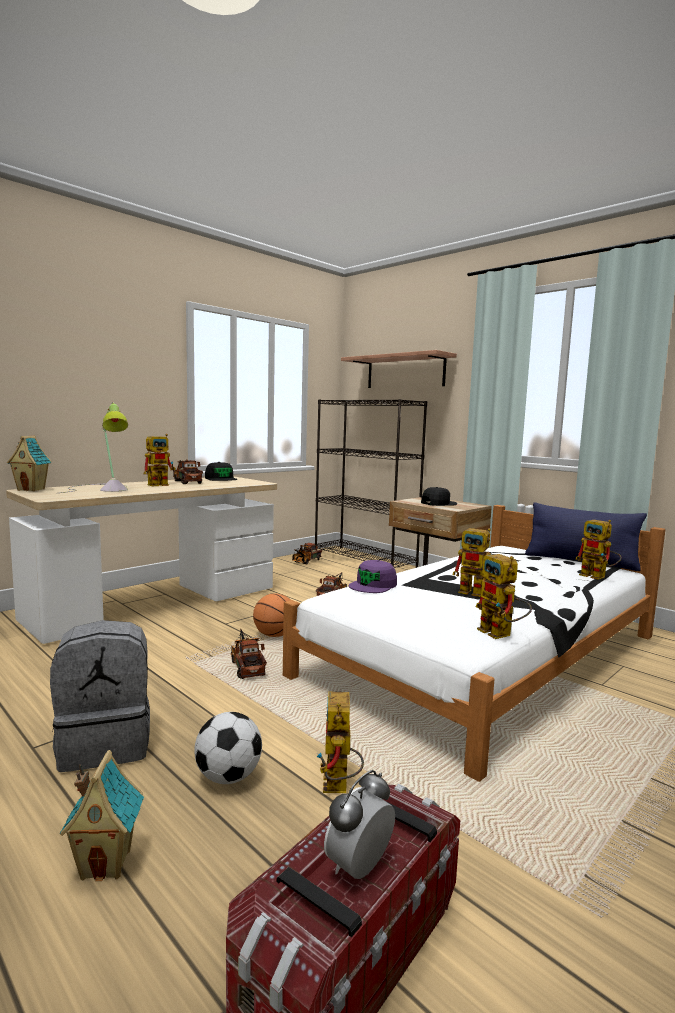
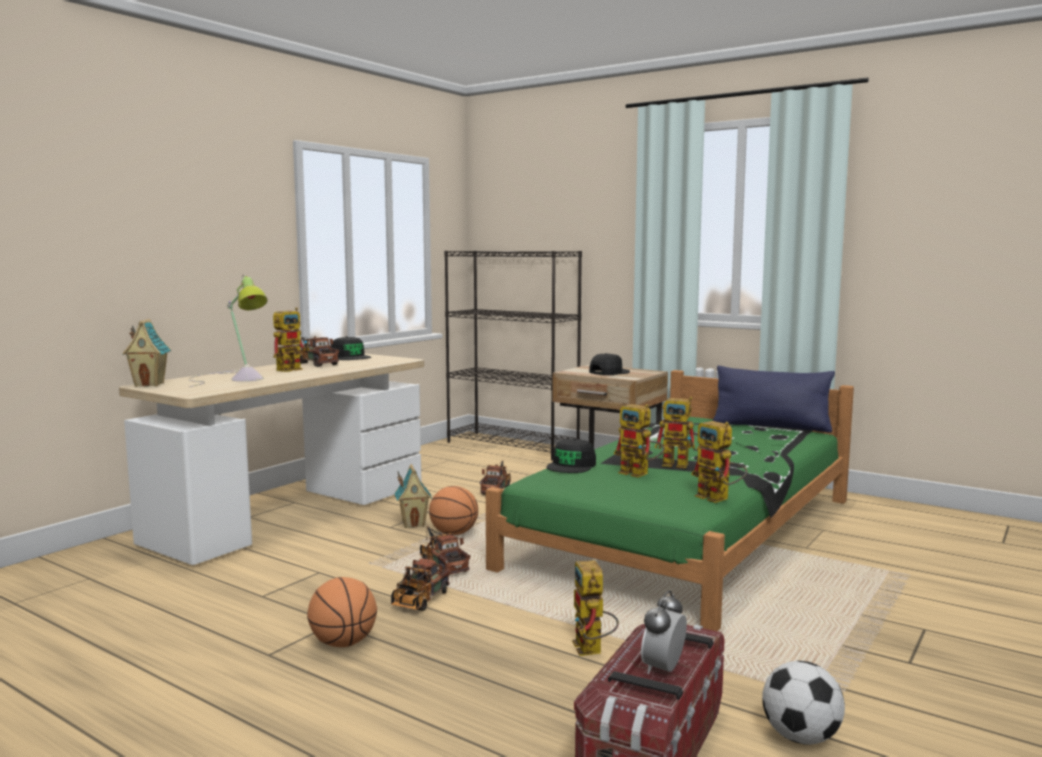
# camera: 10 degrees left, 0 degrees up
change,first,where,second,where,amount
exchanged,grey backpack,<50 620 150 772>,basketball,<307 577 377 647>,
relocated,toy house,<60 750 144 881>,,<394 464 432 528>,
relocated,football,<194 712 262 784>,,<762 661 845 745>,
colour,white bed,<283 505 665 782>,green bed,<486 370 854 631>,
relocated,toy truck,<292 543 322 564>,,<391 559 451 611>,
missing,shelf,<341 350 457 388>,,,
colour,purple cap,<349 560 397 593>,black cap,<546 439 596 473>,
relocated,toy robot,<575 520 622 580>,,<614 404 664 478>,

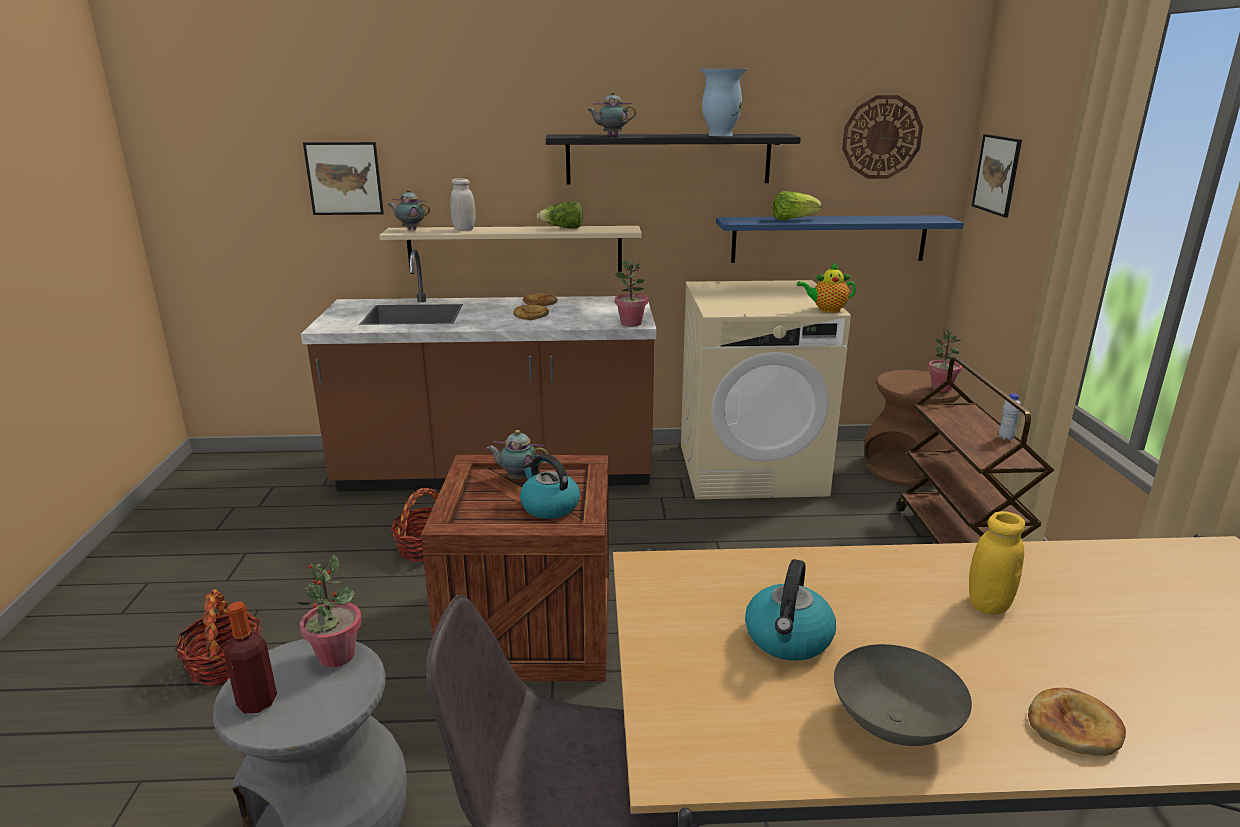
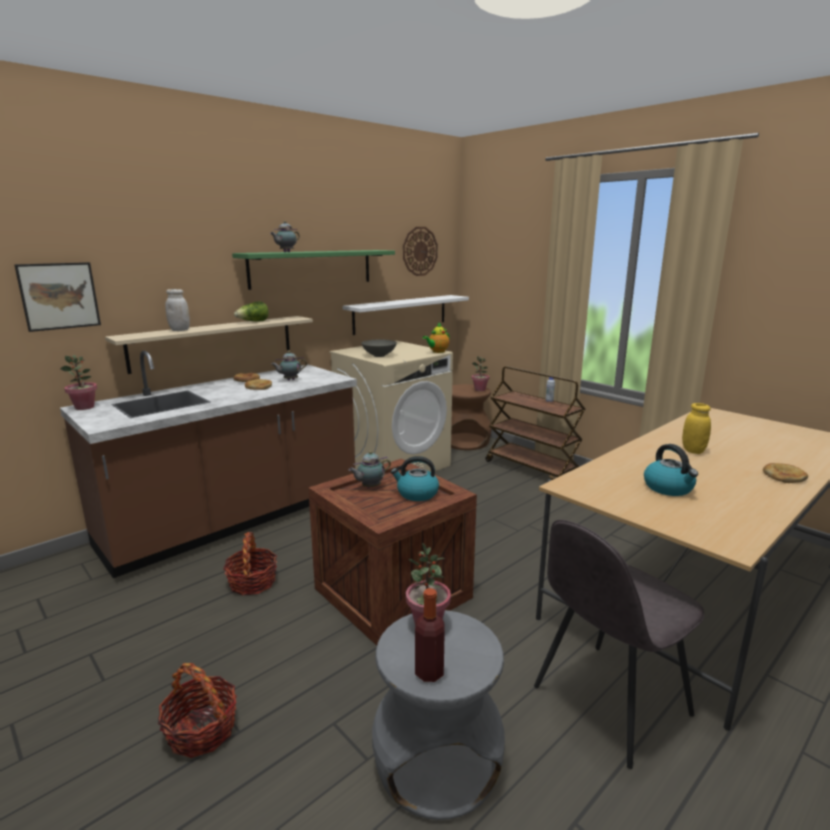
# camera: 40 degrees left, 5 degrees down
change,first,where,second,where,amount
relocated,teapot,<388 189 430 230>,,<271 351 307 380>,
colour,black shelf,<546 134 801 184>,green shelf,<232 250 395 290>,
relocated,potted plant,<614 260 648 327>,,<60 355 97 410>,
missing,vase,<700 68 748 136>,,,
colour,blue shelf,<716 215 964 263>,white shelf,<343 295 469 335>,
missing,lettuce,<773 191 822 220>,,,
relocated,grey bowl,<834 644 972 746>,,<361 340 397 357>,
missing,picture,<972 134 1022 217>,,,

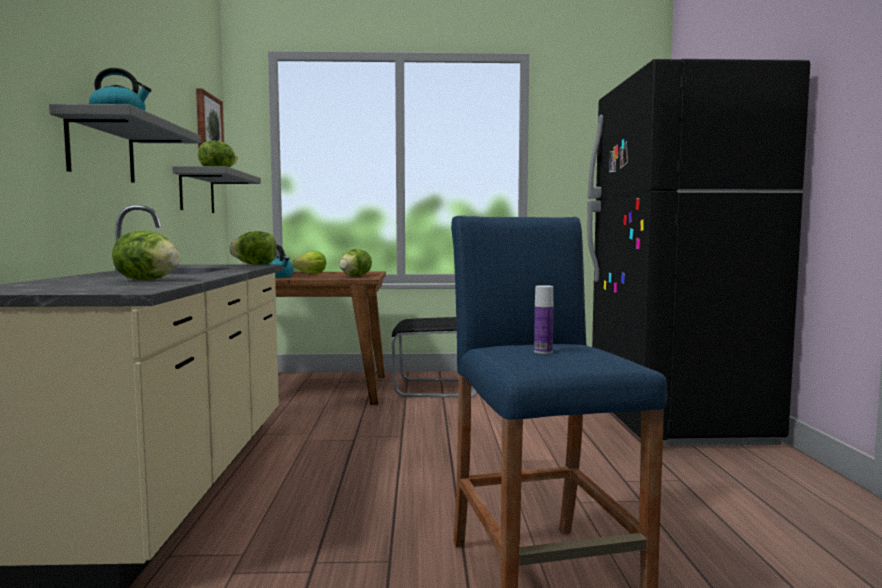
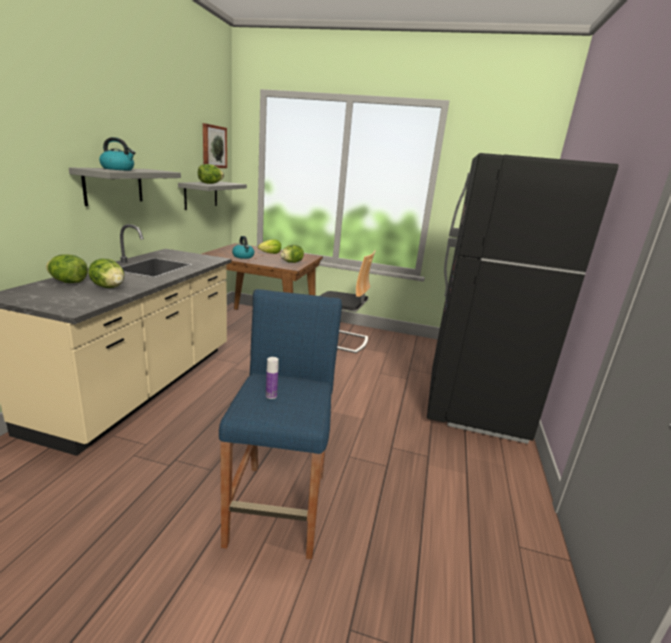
# camera: 15 degrees right, 15 degrees up
change,first,where,second,where,amount
relocated,lettuce,<229 231 277 265>,,<46 255 88 283>,

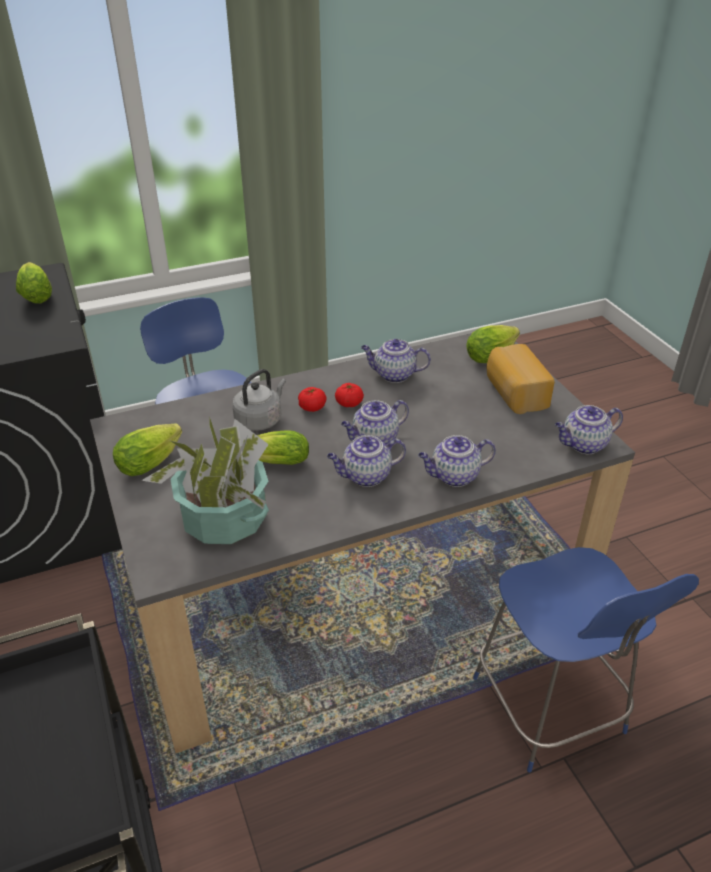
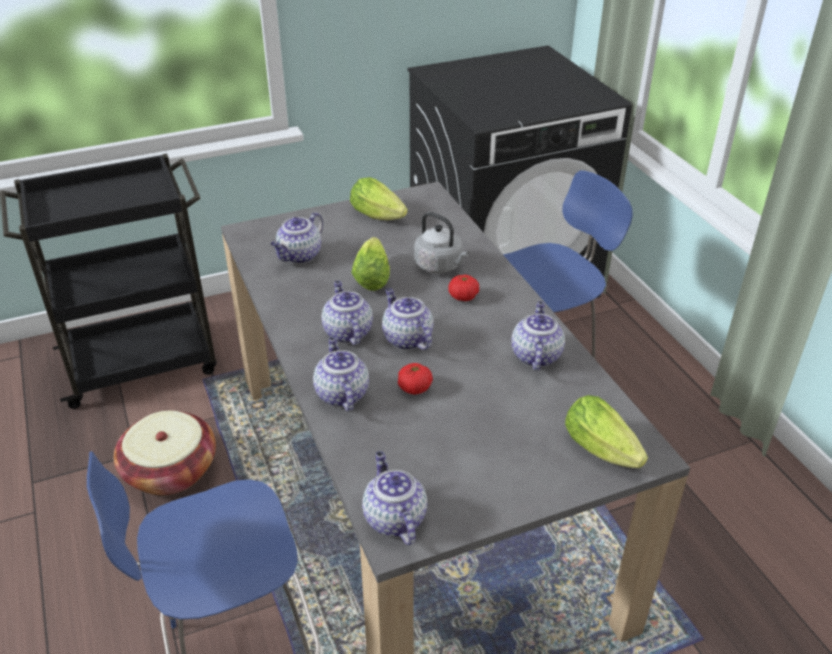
# camera: 90 degrees right, 0 degrees up
change,first,where,second,where,amount
missing,lettuce,<16 262 52 304>,,,
exchanged,potted plant,<141 416 269 544>,teapot,<271 212 323 264>,
relocated,tomato,<335 383 364 407>,,<398 363 433 395>,
missing,bread,<487 344 555 414>,,,
appeared,,,basket,<114 411 216 495>,

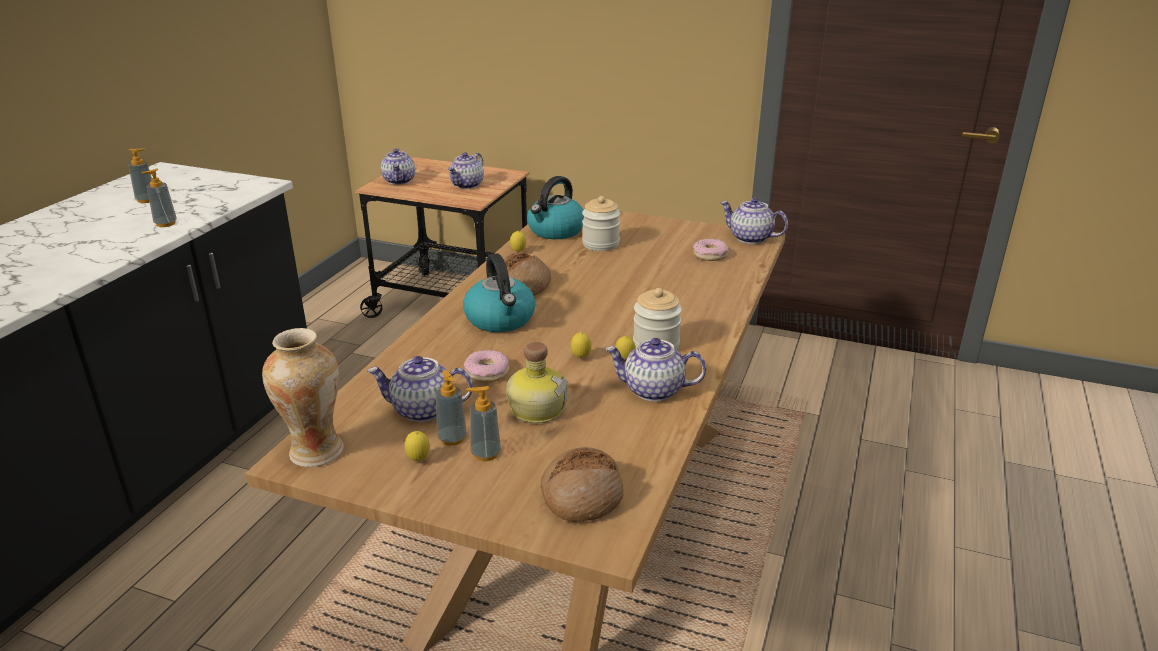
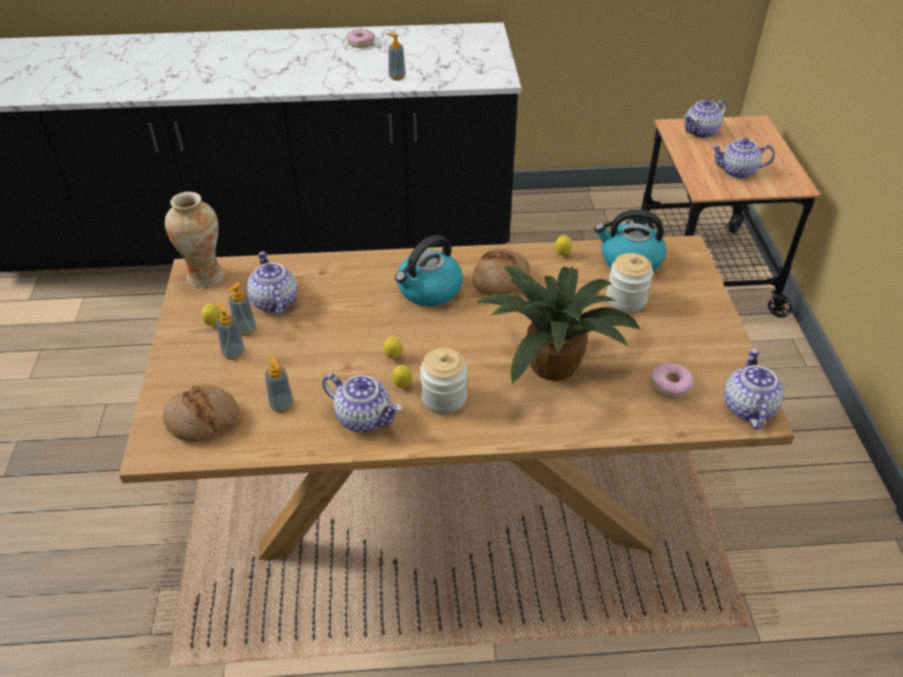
# camera: 65 degrees right, 15 degrees up
change,first,where,second,where,amount
relocated,soap dispenser,<128 148 152 203>,,<265 357 294 413>,
relocated,donut,<464 350 509 382>,,<347 29 375 48>,
missing,bottle,<506 342 567 423>,,,
spun,teapot,<605 338 706 402>,,<322 374 402 432>,135 degrees clockwise
appeared,,,potted plant,<476 266 640 384>,

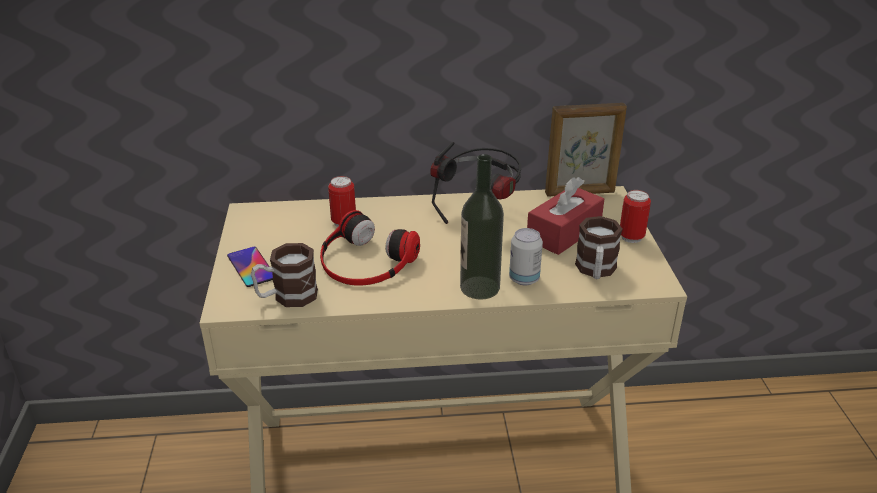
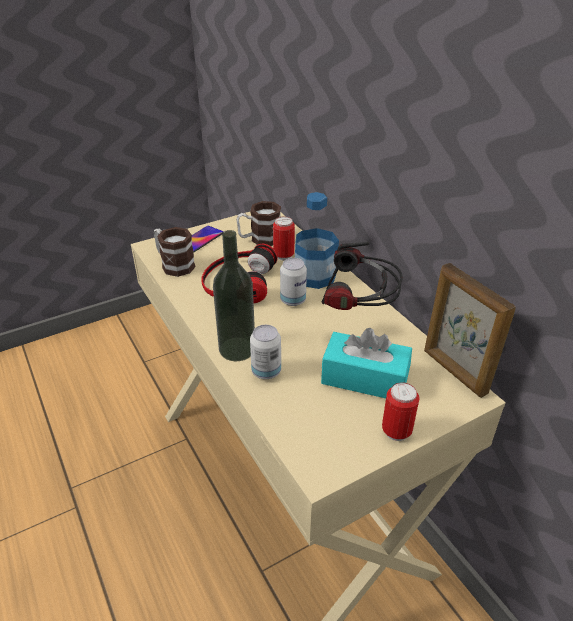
# camera: 65 degrees right, 5 degrees up
change,first,where,second,where,amount
colour,red tissue box,<527 177 604 255>,turquoise tissue box,<321 328 412 398>,
relocated,mug,<575 216 623 279>,,<236 201 281 246>,
appeared,,,can,<280 258 307 306>,
appeared,,,bottle,<295 192 339 289>,

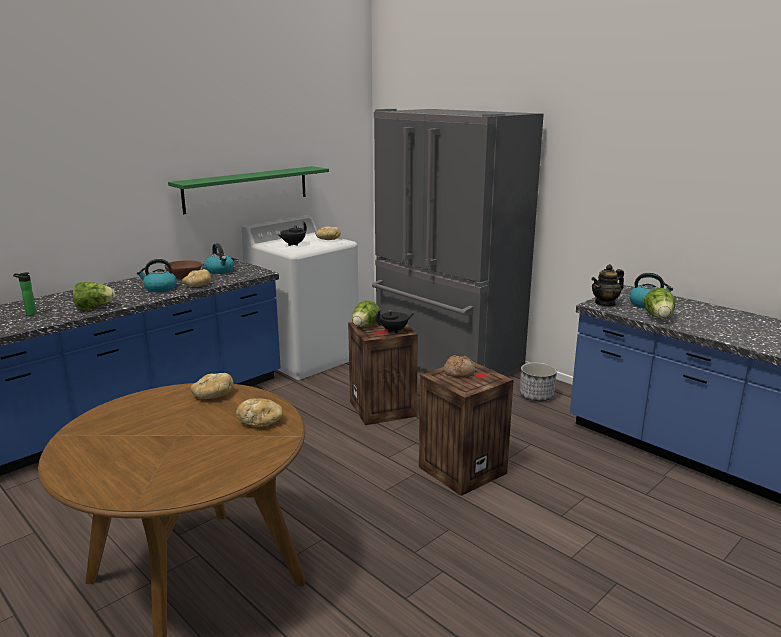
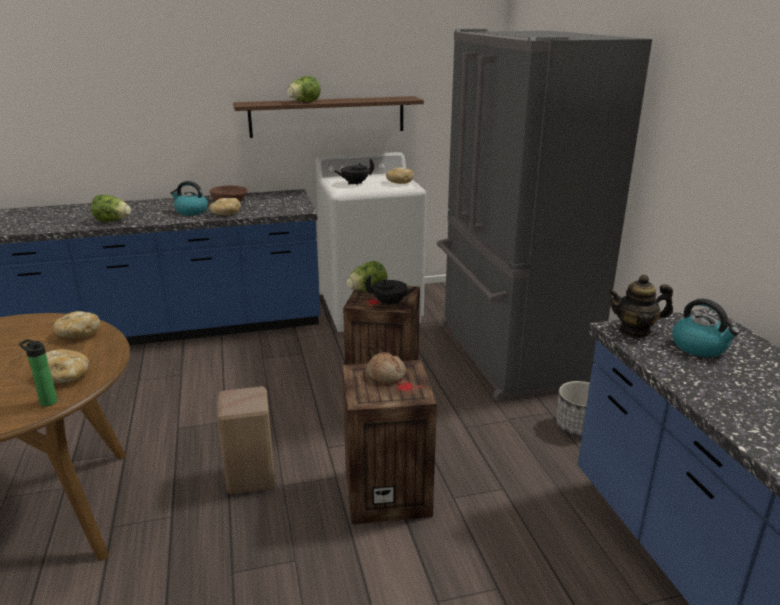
# camera: 30 degrees right, 5 degrees up
change,first,where,second,where,amount
relocated,bottle,<13 272 37 316>,,<19 339 58 407>,
colour,green shelf,<168 166 329 214>,brown shelf,<233 96 424 138>,
missing,kettle,<204 243 234 274>,,,
relocated,lettuce,<644 288 676 318>,,<287 76 321 102>,
appeared,,,beige stool,<217 386 275 494>,

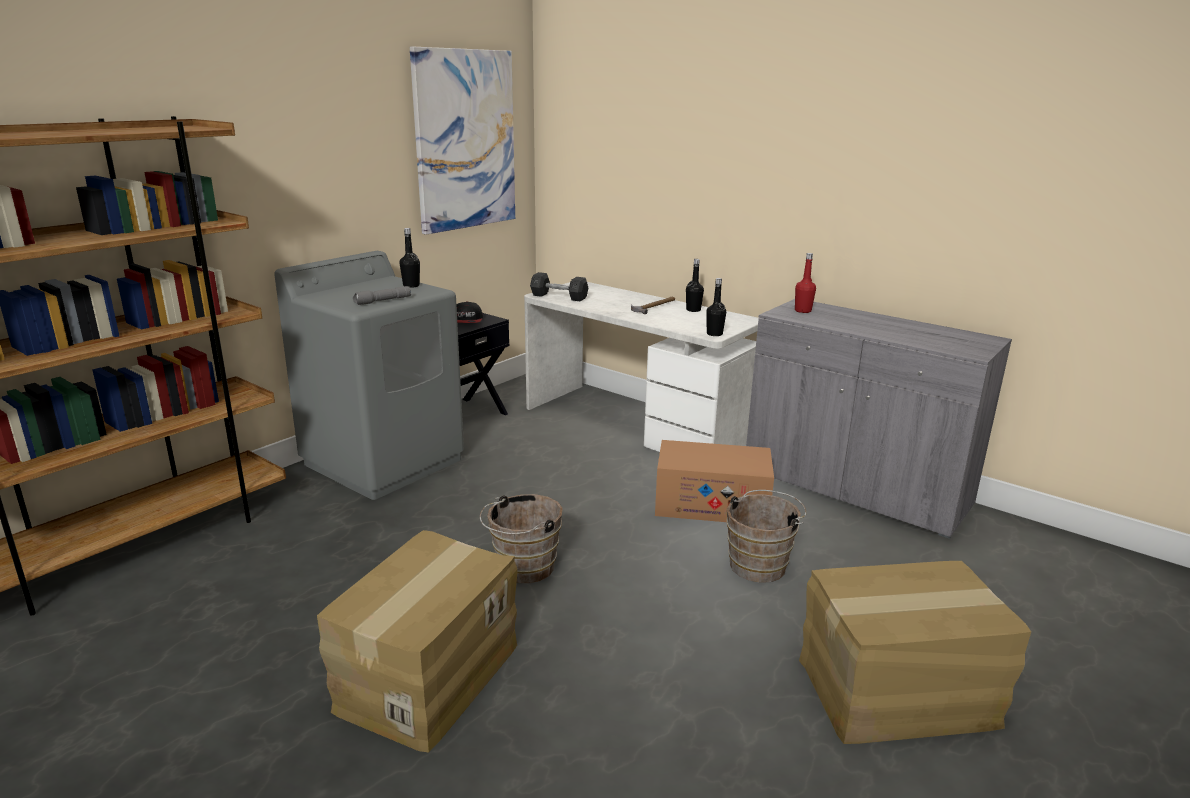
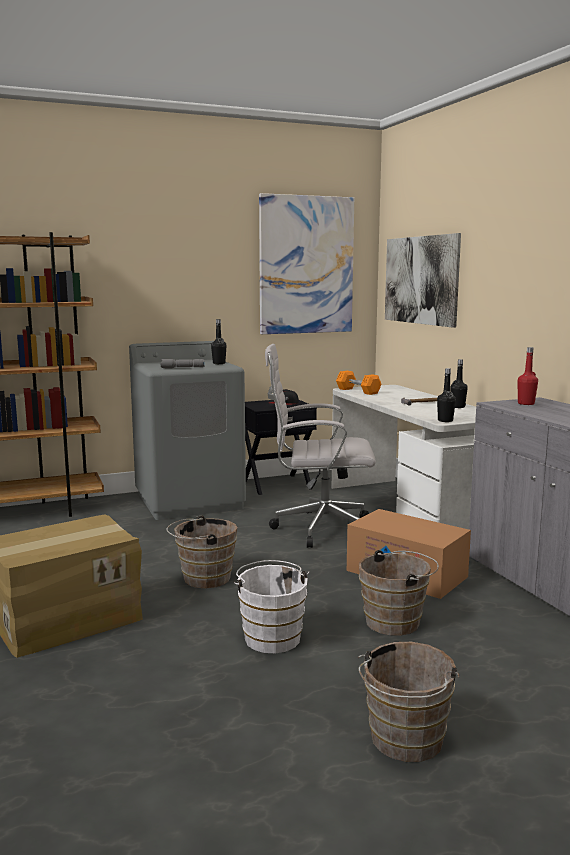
# camera: 30 degrees right, 10 degrees down
change,first,where,second,where,amount
colour,grey dumbbell,<530 272 588 301>,orange dumbbell,<336 371 382 395>,
exchanged,cardboard box,<799 561 1031 744>,brown bucket,<358 642 460 762>,
appeared,,,white bucket,<234 560 309 653>,
appeared,,,white office chair,<265 344 376 548>,
appeared,,,picture,<385 233 461 328>,

